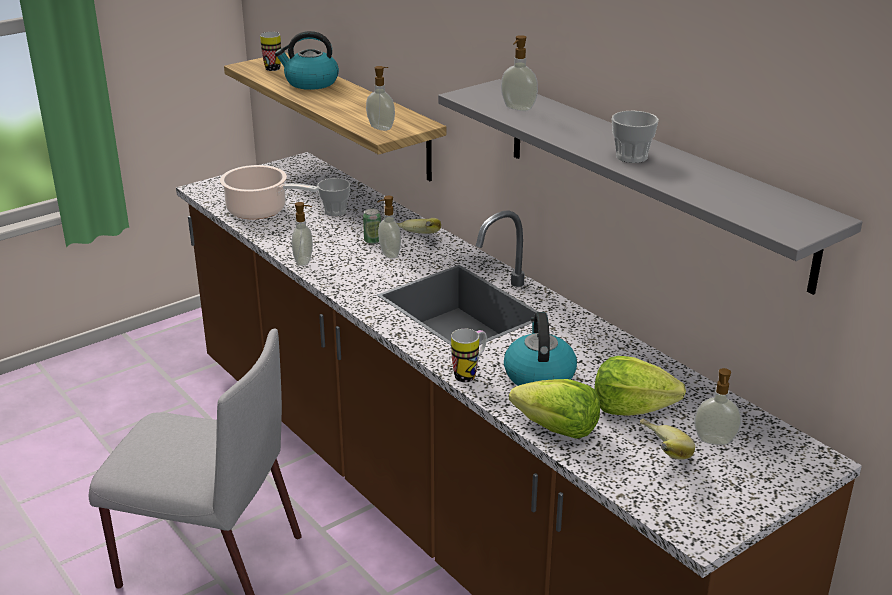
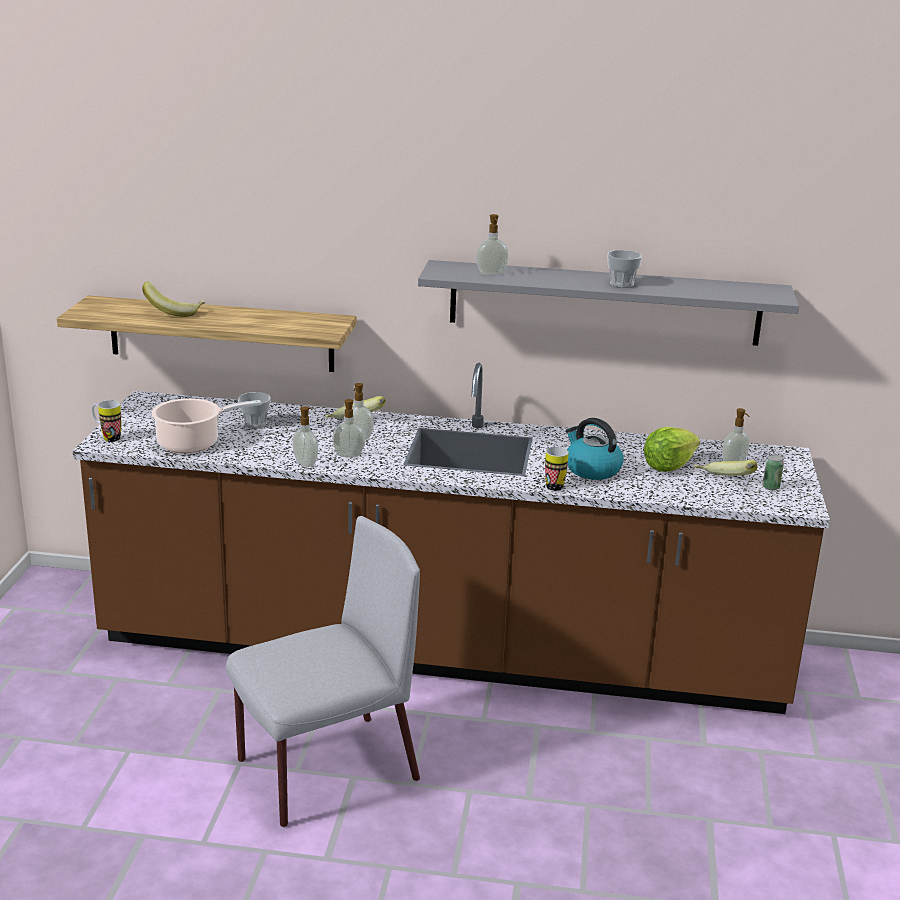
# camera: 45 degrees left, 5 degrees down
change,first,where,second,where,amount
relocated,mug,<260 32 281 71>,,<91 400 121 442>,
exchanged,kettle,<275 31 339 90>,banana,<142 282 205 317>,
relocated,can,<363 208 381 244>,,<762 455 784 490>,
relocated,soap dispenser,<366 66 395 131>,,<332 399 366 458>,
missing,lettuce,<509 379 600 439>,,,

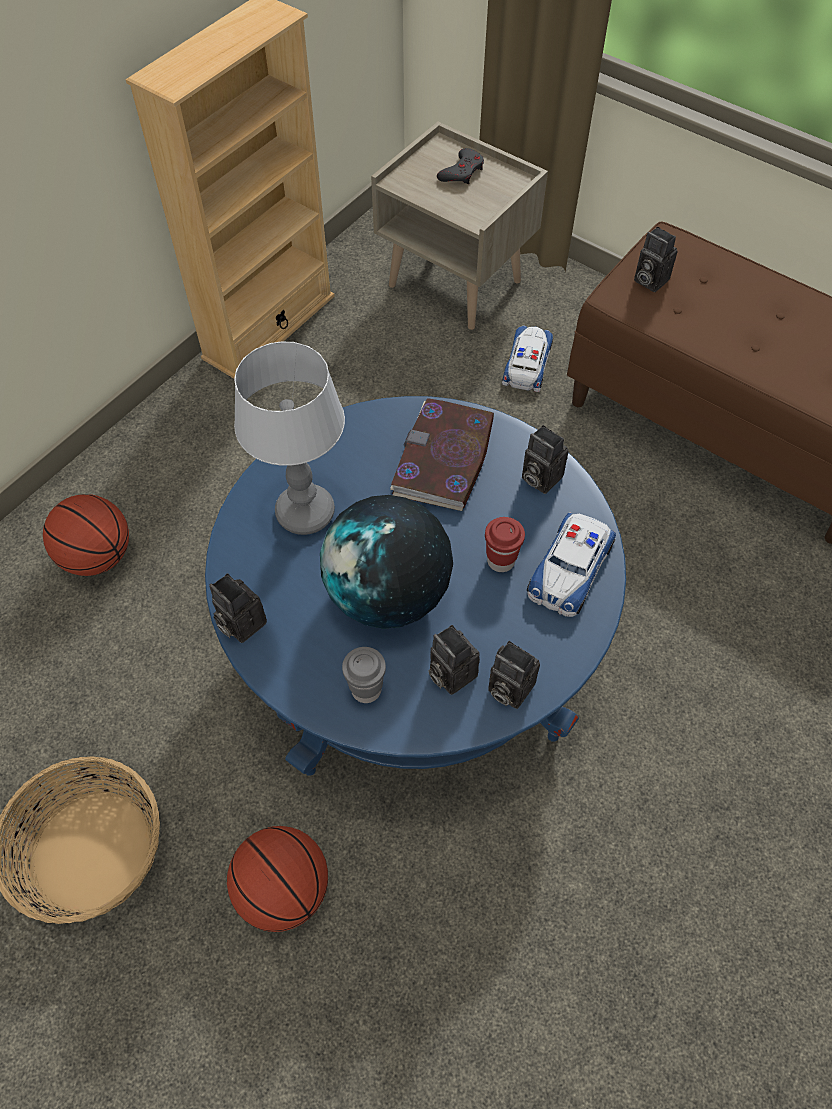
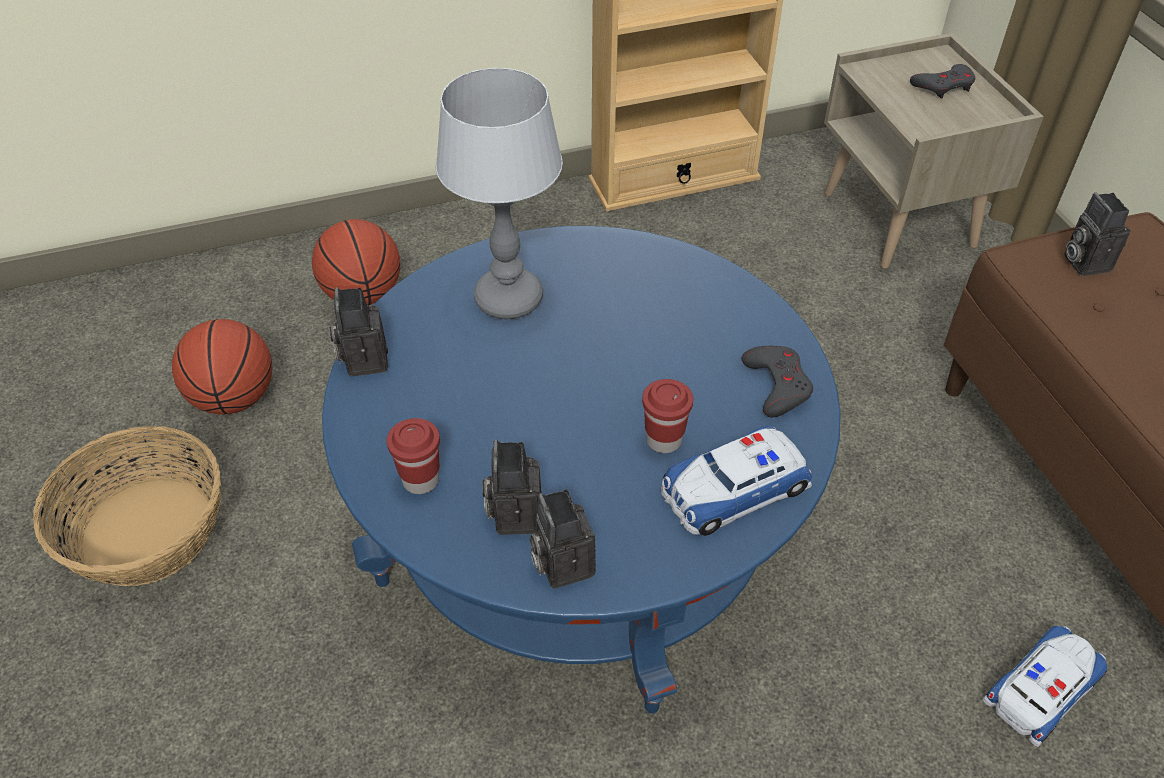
# camera: 35 degrees right, 10 degrees down
change,first,where,second,where,amount
relocated,basketball,<227 826 328 932>,,<172 319 272 415>,
missing,globe,<320 495 453 629>,,,
colour,grey cup,<342 647 386 703>,red cup,<387 418 440 494>,
missing,book,<390 398 494 511>,,,
relocated,toy car,<502 326 553 392>,,<982 626 1108 747>,
exchanged,photo camera,<522 425 568 494>,grey game controller,<741 346 813 417>,

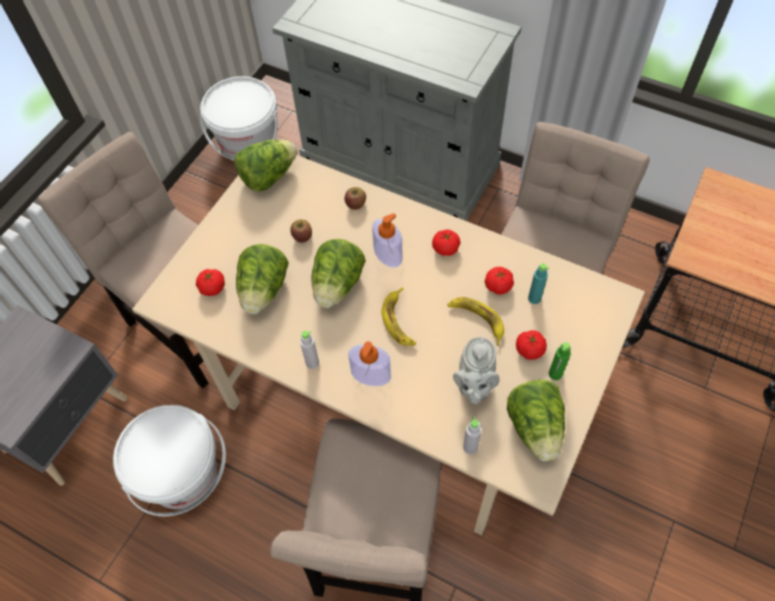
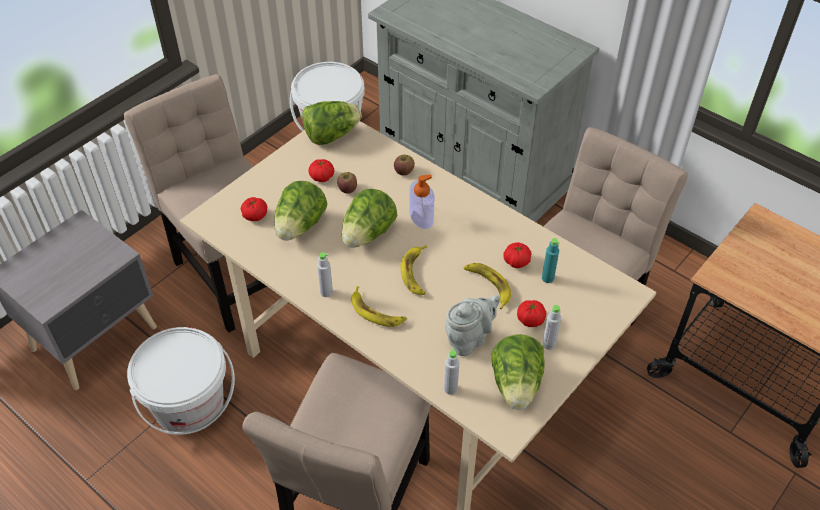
# camera: 10 degrees right, 10 degrees down
change,first,where,second,where,amount
exchanged,soap dispenser,<349 341 391 386>,banana,<351 286 407 327>,
relocated,tomato,<432 229 461 256>,,<308 159 334 182>,
spun,grey teapot,<453 337 500 404>,,<445 295 500 356>,150 degrees counterclockwise
colour,green bottle,<549 342 571 380>,grey bottle,<542 305 561 350>,

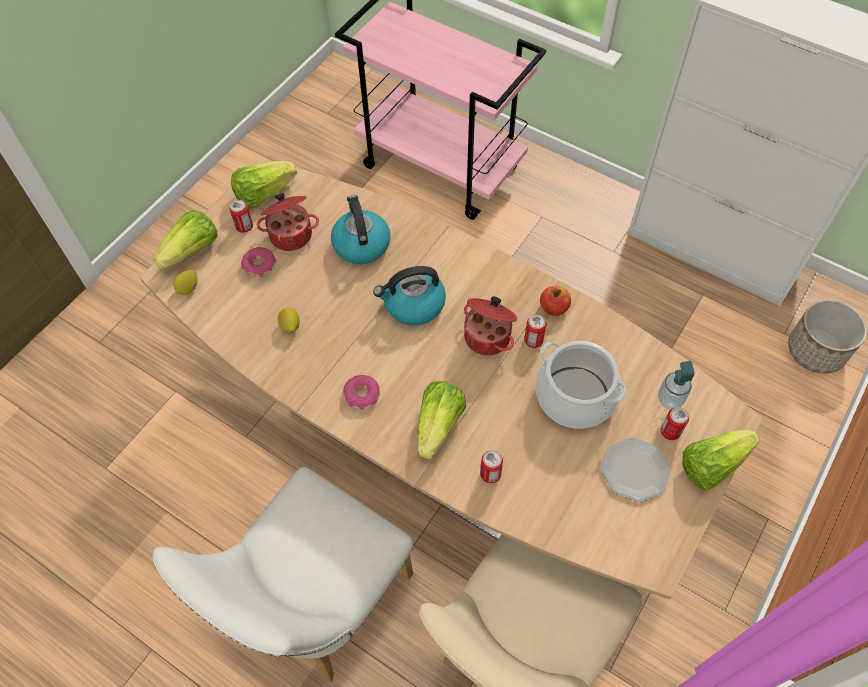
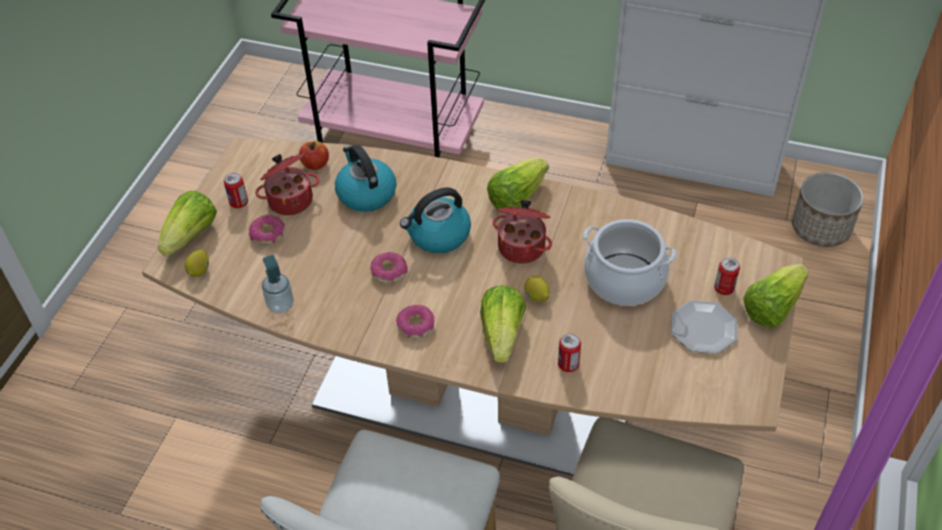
# camera: 15 degrees left, 10 degrees down
change,first,where,second,where,amount
relocated,lettuce,<231 161 297 209>,,<487 158 549 209>,
relocated,lemon,<278 308 300 334>,,<524 276 549 302>,
missing,can,<524 314 546 348>,,,
relocated,apple,<540 286 571 316>,,<299 141 329 170>,
relocated,soap dispenser,<658 361 694 409>,,<262 255 294 314>,
appeared,,,donut,<370 252 407 283>,

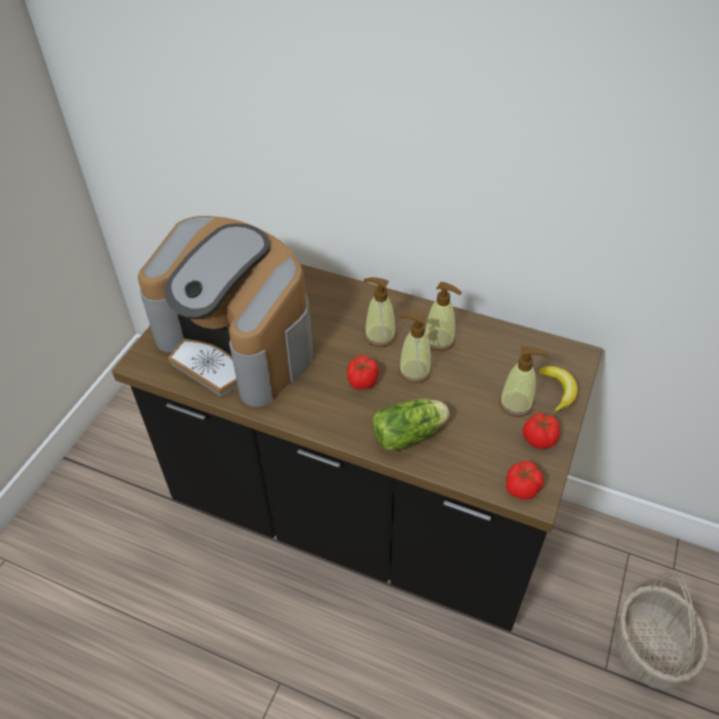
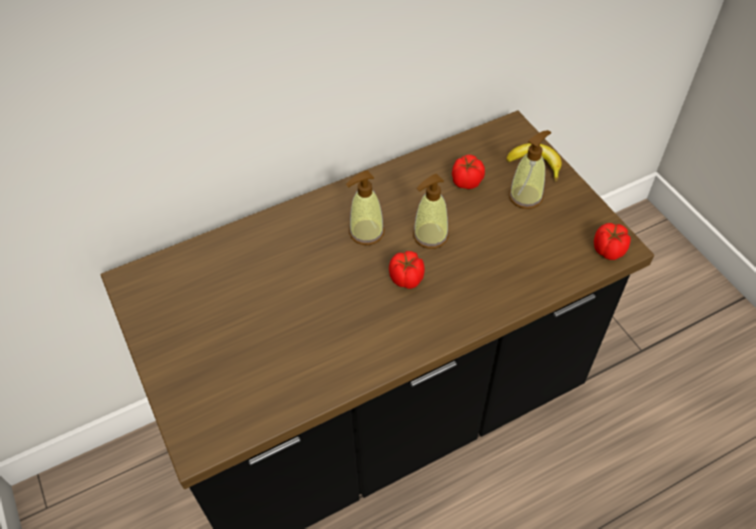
# camera: 50 degrees left, 5 degrees up
change,first,where,second,where,amount
missing,coffee machine,<138 216 313 407>,,,
missing,lettuce,<372 399 449 451>,,,
missing,soap dispenser,<425 282 462 351>,,,
relocated,tomato,<523 413 560 449>,,<452 155 485 189>,
missing,basket,<615 572 709 690>,,,

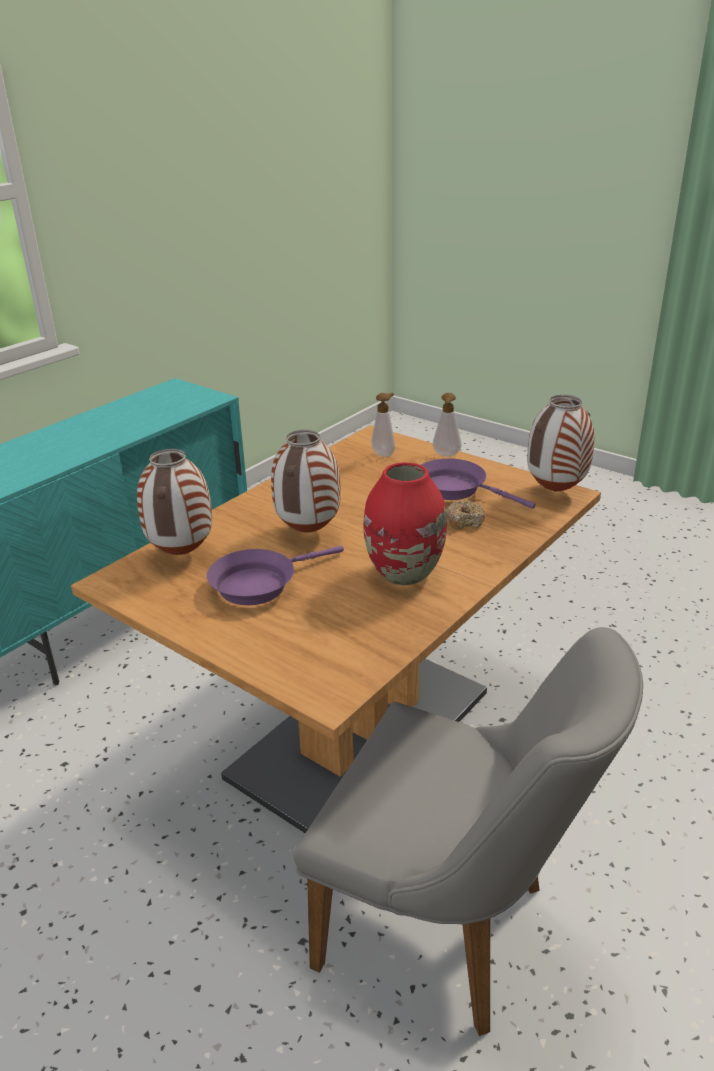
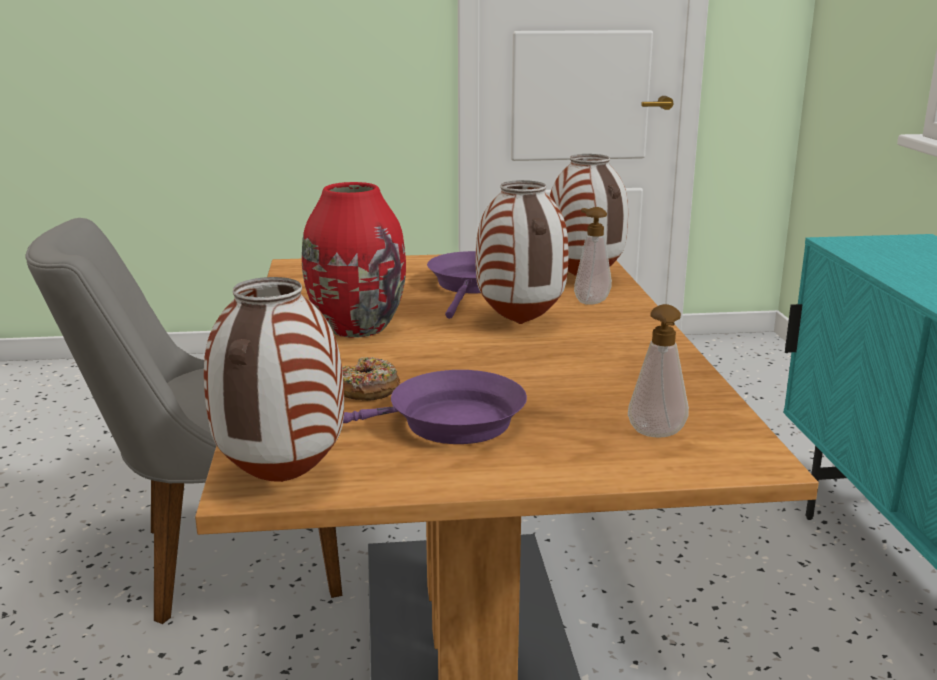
# camera: 135 degrees right, 10 degrees down
change,first,where,second,where,amount
relocated,soap dispenser,<433 393 461 456>,,<574 207 612 305>,

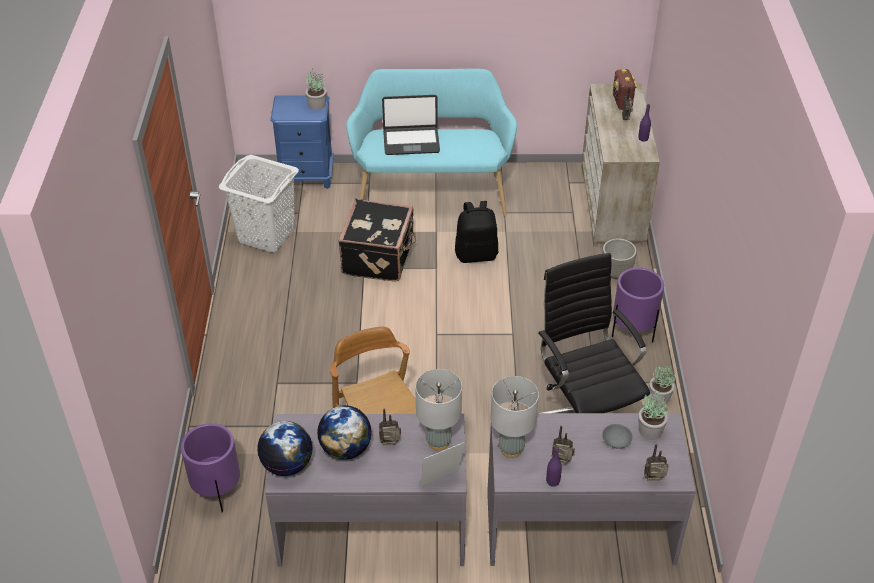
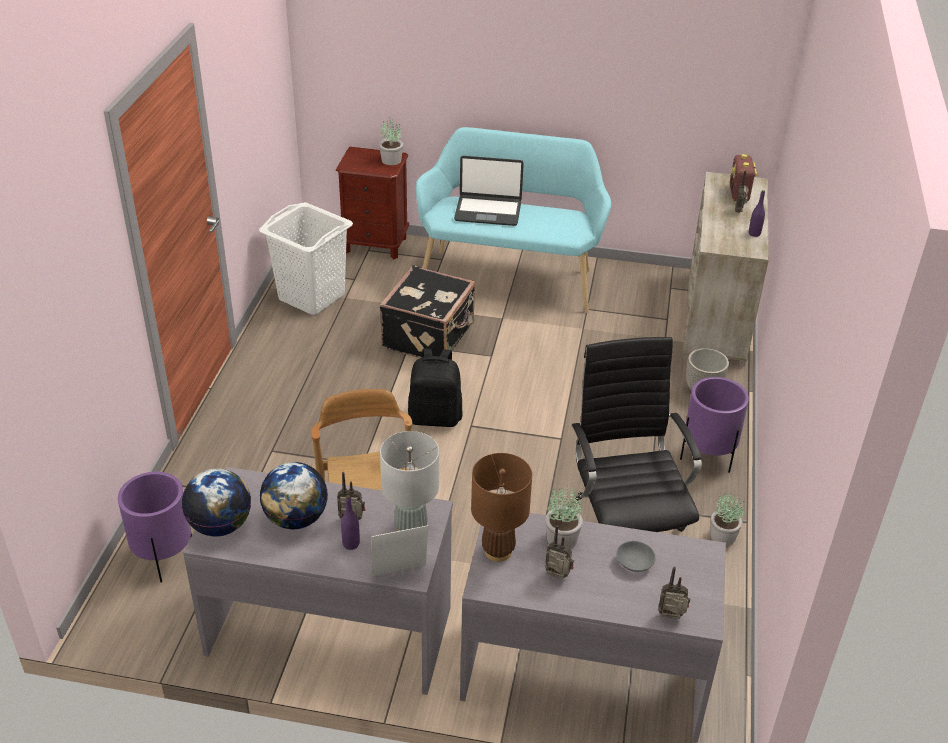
# camera: 10 degrees right, 5 degrees down
change,first,where,second,where,amount
colour,blue nightstand,<270 95 334 189>,brown nightstand,<336 147 409 259>,
relocated,black backpack,<455 201 498 263>,,<408 348 463 427>,
colour,grey table lamp,<491 376 539 458>,brown table lamp,<471 453 532 562>,
relocated,purple bottle,<546 446 562 487>,,<341 495 360 550>,
relocated,potted plant,<639 390 668 440>,,<545 486 583 549>,

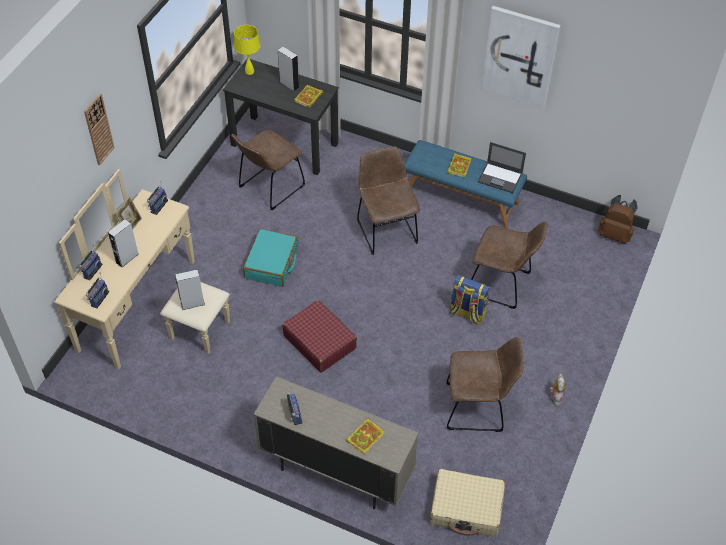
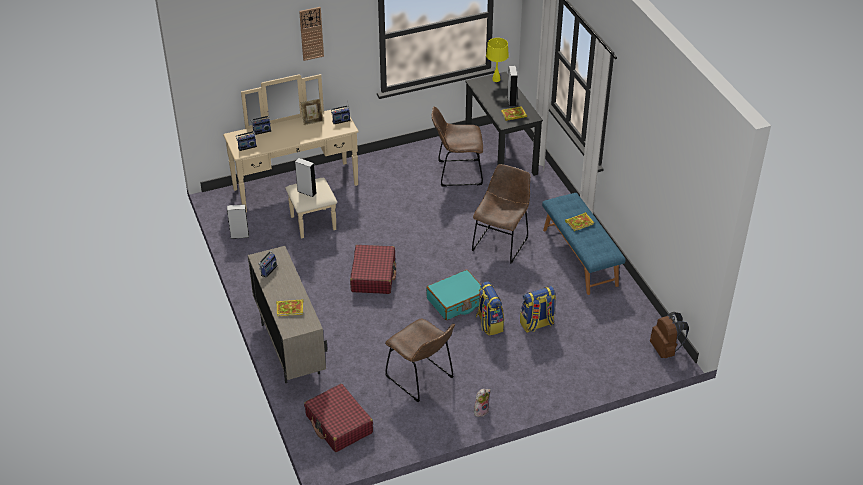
# camera: 45 degrees right, 10 degrees down
change,first,where,second,where,amount
relocated,grey speaker,<108 219 139 268>,,<227 204 249 239>,
relocated,turquoise suitcase,<243 229 298 287>,,<426 270 481 320>,
colour,beige suitcase,<430 469 505 537>,red suitcase,<304 384 373 452>,
exchanged,brown chair,<471 222 548 309>,backpack,<520 286 556 333>,
missing,laptop,<478 142 526 193>,,,
missing,picture,<481 6 561 108>,,,

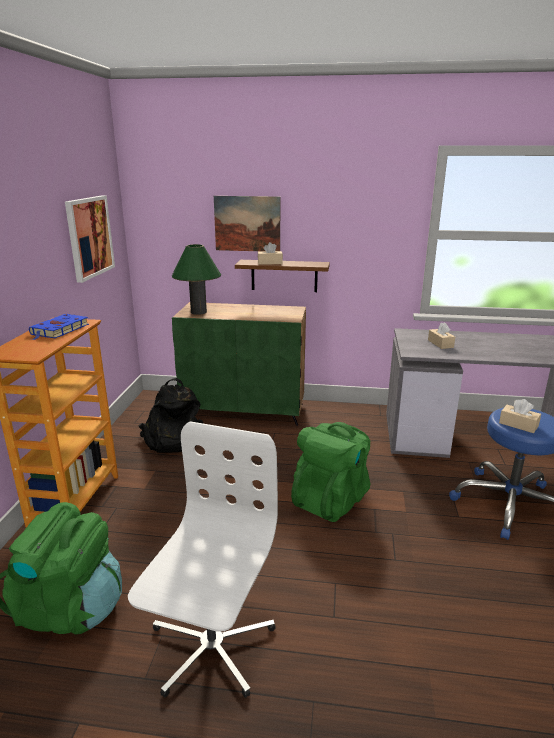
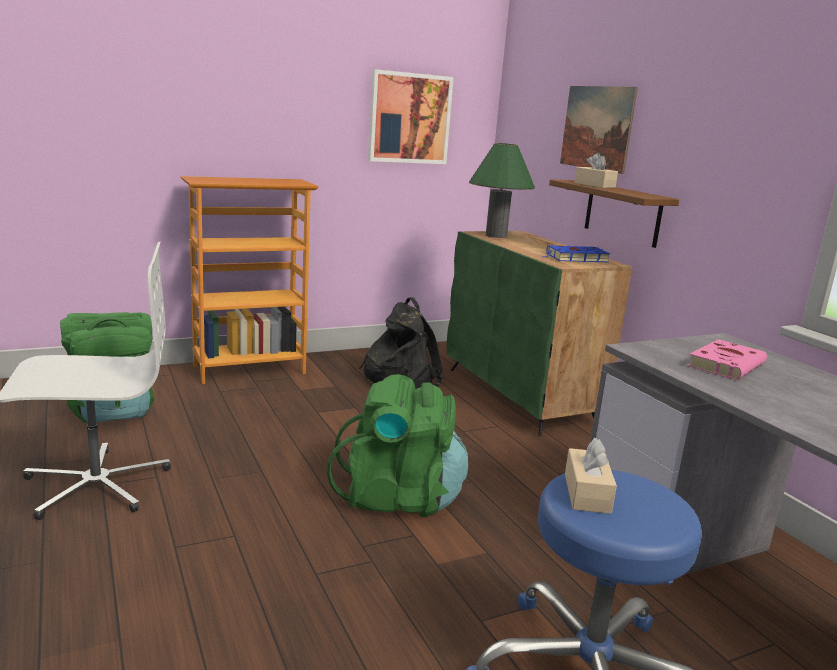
# camera: 55 degrees right, 5 degrees down
change,first,where,second,where,amount
relocated,blue book,<29 314 89 340>,,<541 245 610 262>,
exchanged,beige tissue box,<428 322 455 349>,pink book,<687 339 767 380>,

